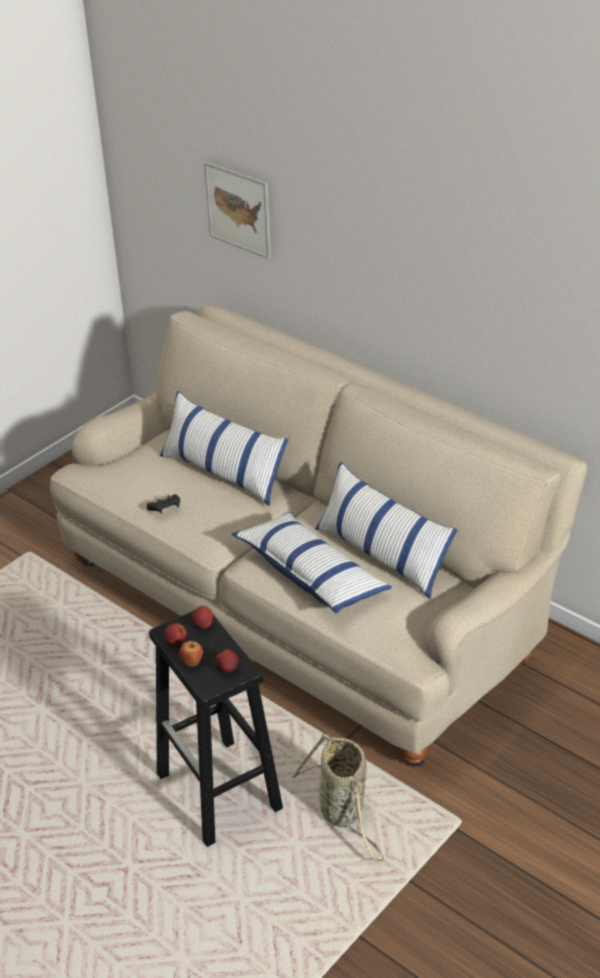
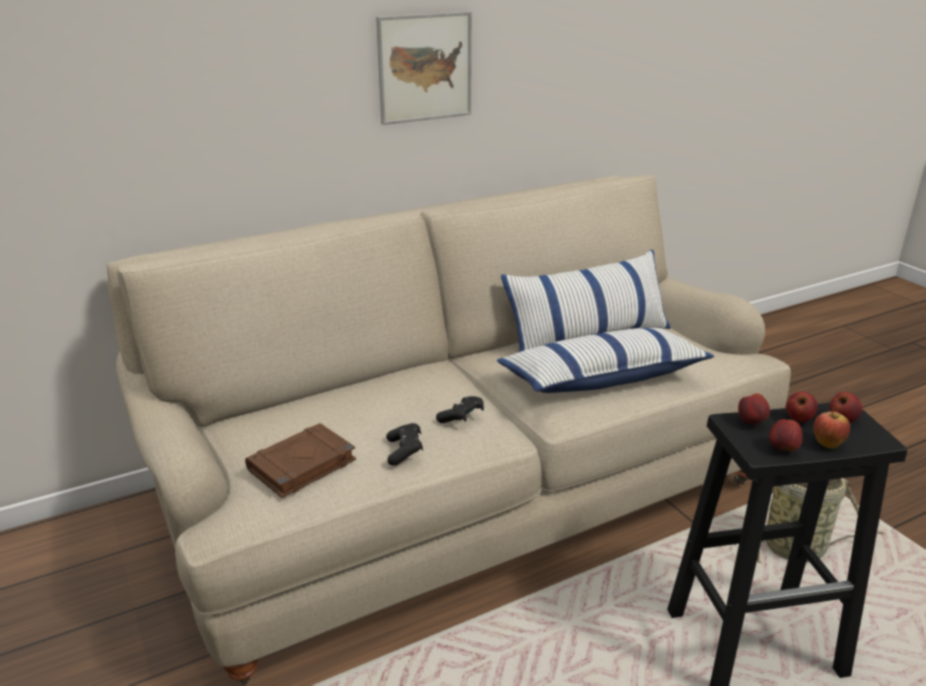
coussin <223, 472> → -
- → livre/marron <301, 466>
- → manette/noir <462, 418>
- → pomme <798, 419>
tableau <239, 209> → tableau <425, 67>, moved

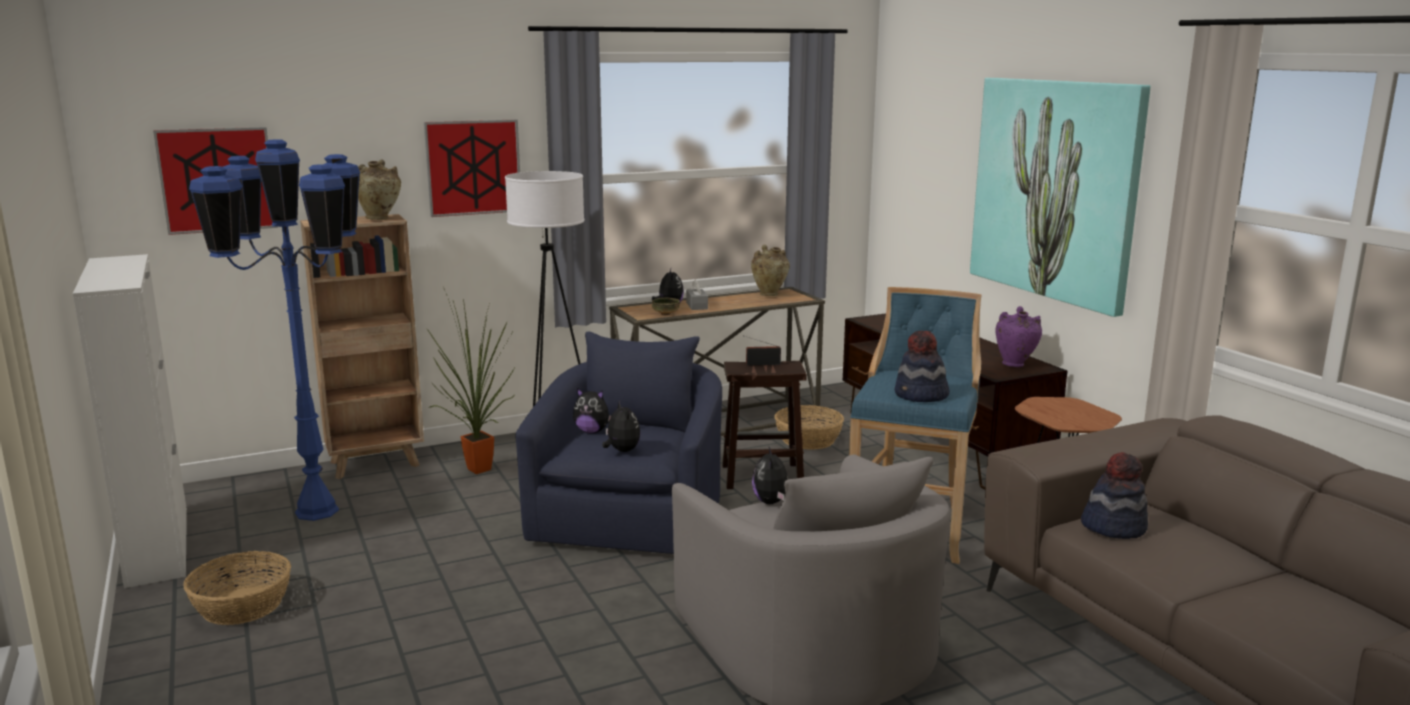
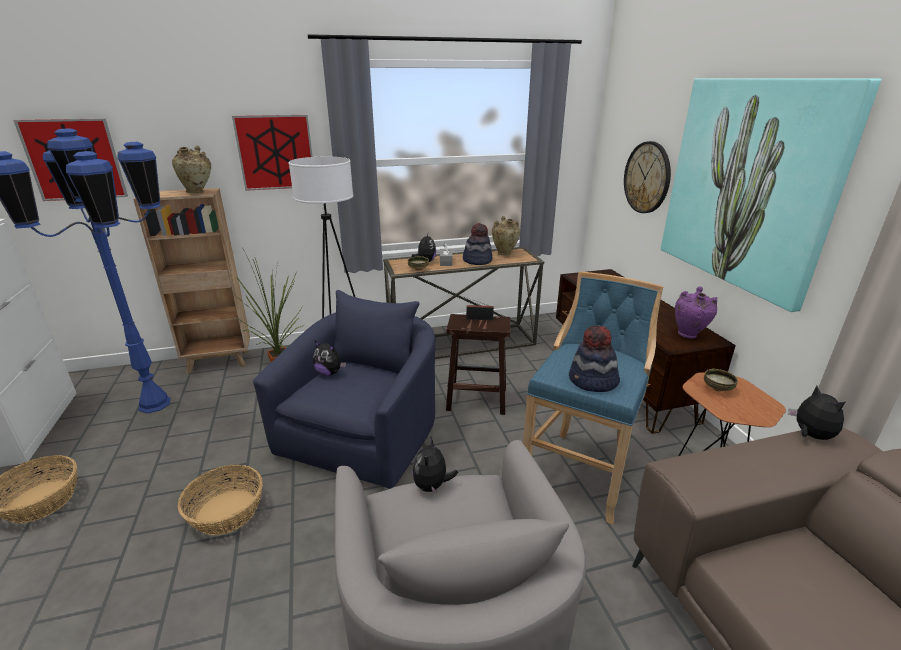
- → horloge murale <647, 177>
- → bol <717, 388>
peluche <621, 451> → peluche <810, 435>, moved
panier <808, 440> → panier <226, 511>, moved
chapeau <1113, 527> → chapeau <477, 260>, moved

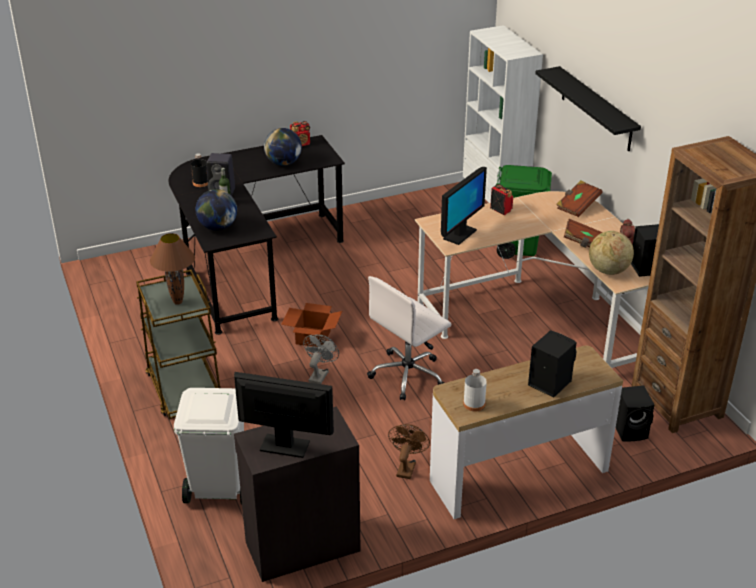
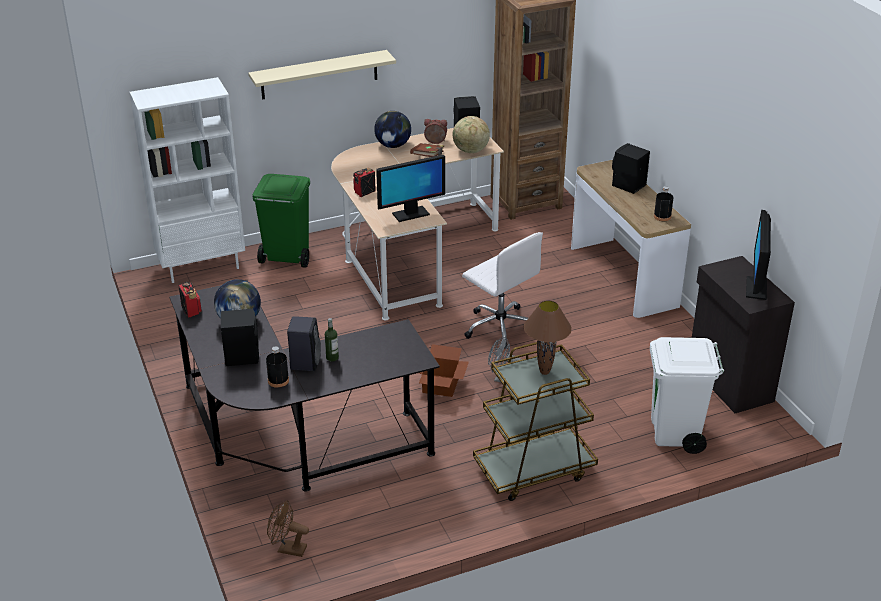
livre/marron <577, 206> → -
globe <218, 227> → globe <393, 145>, moved
ventilateur/marron <406, 467> → ventilateur/marron <287, 549>, moved
enceinte/noir <631, 430> → enceinte/noir <242, 355>, moved
bouteille/blanc <474, 404> → bouteille/noir <662, 216>
étagère/noir <596, 109> → étagère/beige <319, 75>
écran d'ordinateur <459, 235> → écran d'ordinateur <410, 214>, 120 degrees clockwise

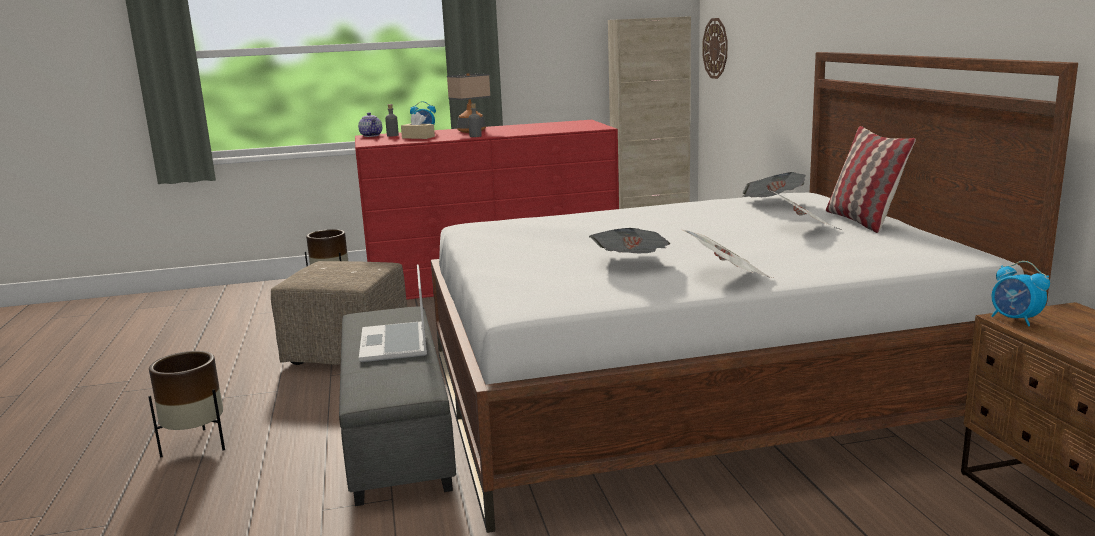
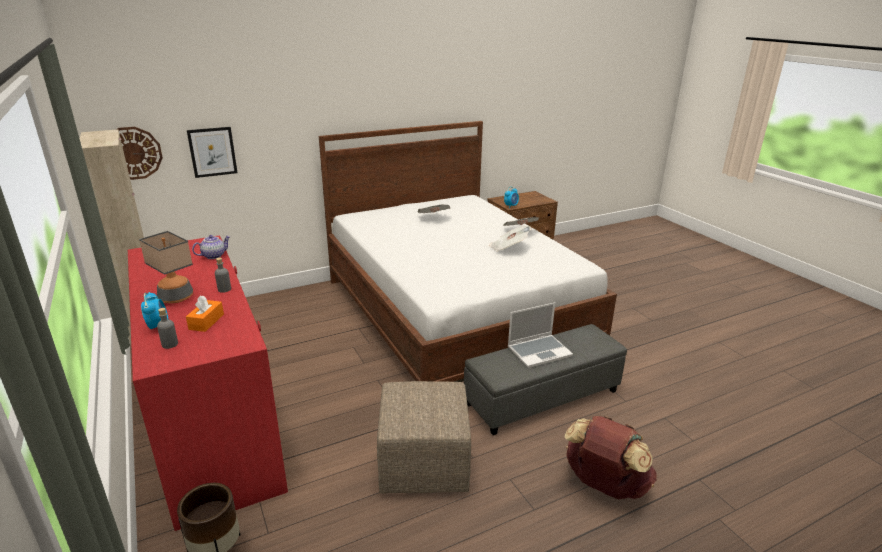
journal <772, 203> → -
coussin <862, 221> → -
- → tableau <212, 152>
théière <372, 135> → théière <214, 255>, moved
cache-pot/marron <197, 445> → sac à dos/marron <604, 485>
boîte à mouchoirs/beige <418, 137> → boîte à mouchoirs/orange <206, 322>

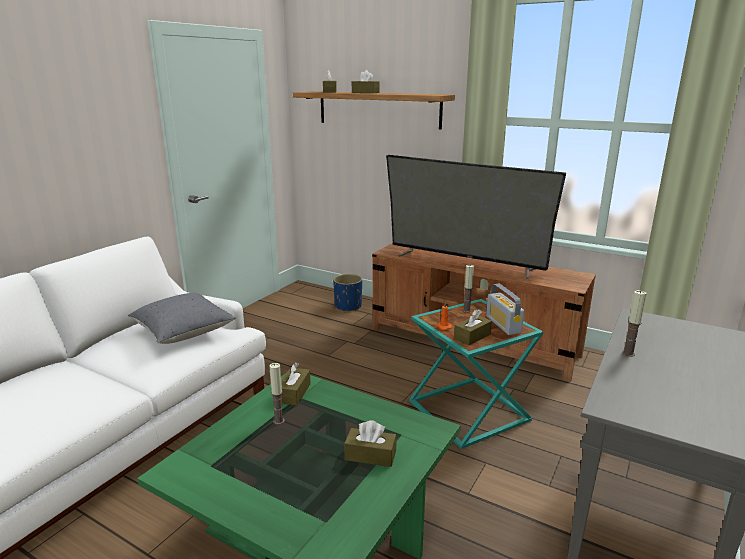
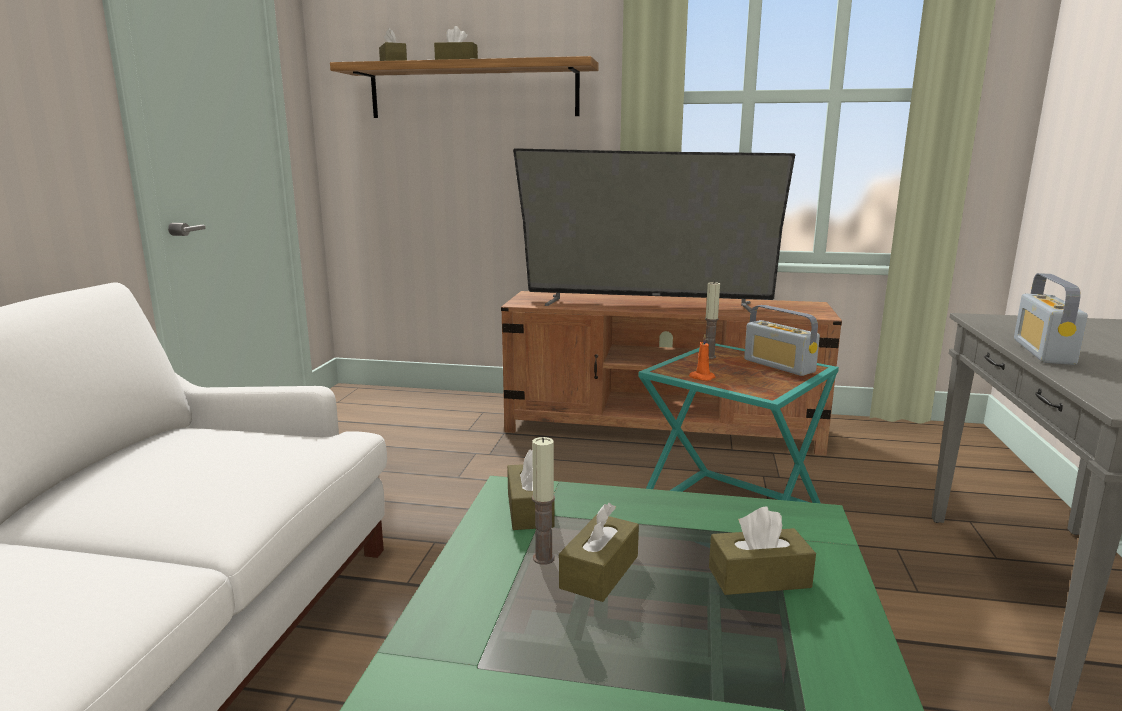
coussin/gris <184, 332> → -
cache-pot/bleu <348, 306> → -
boîte à mouchoirs/marron <472, 336> → boîte à mouchoirs/marron <599, 572>, moved
bougie <628, 353> → radio <1043, 352>

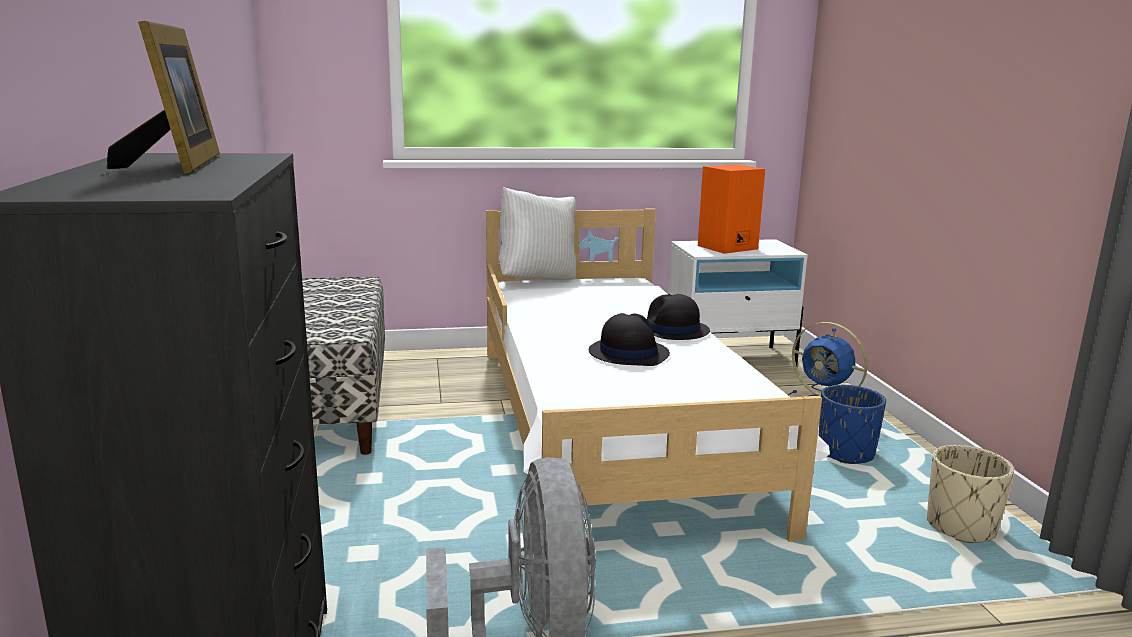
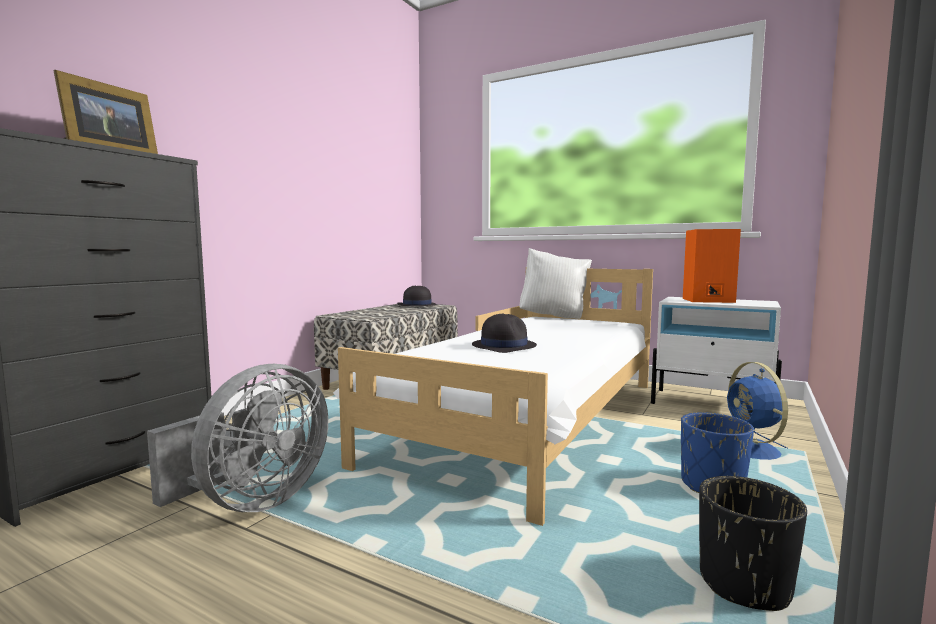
chapeau/noir <672, 330> → chapeau/noir <416, 305>, moved
cache-pot/beige <961, 528> → cache-pot/noir <745, 585>

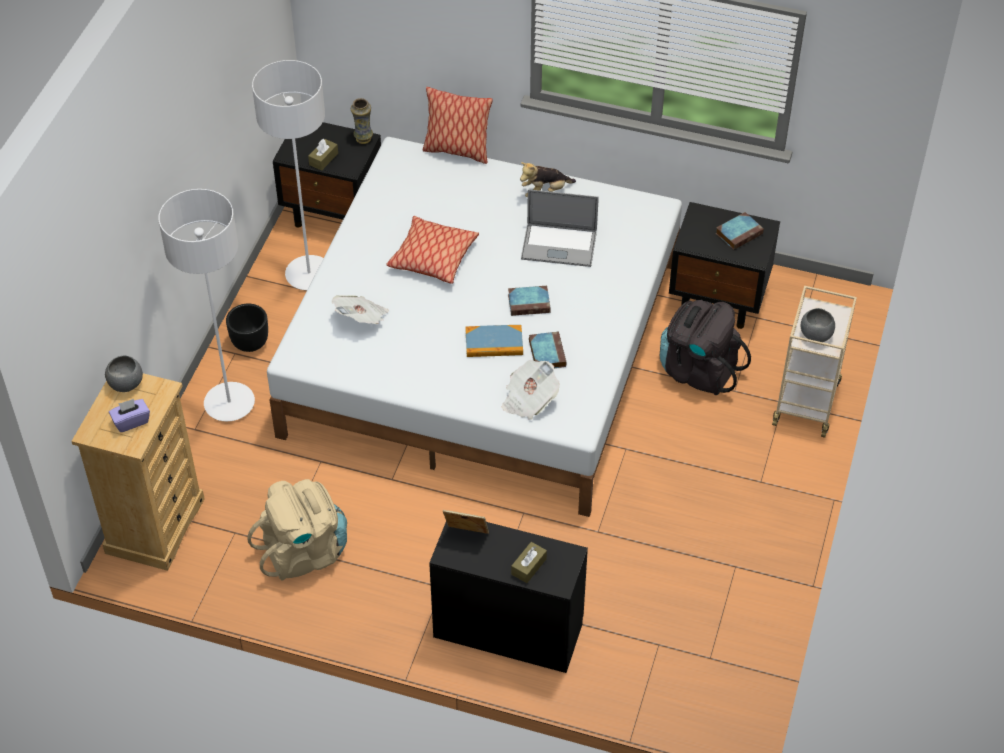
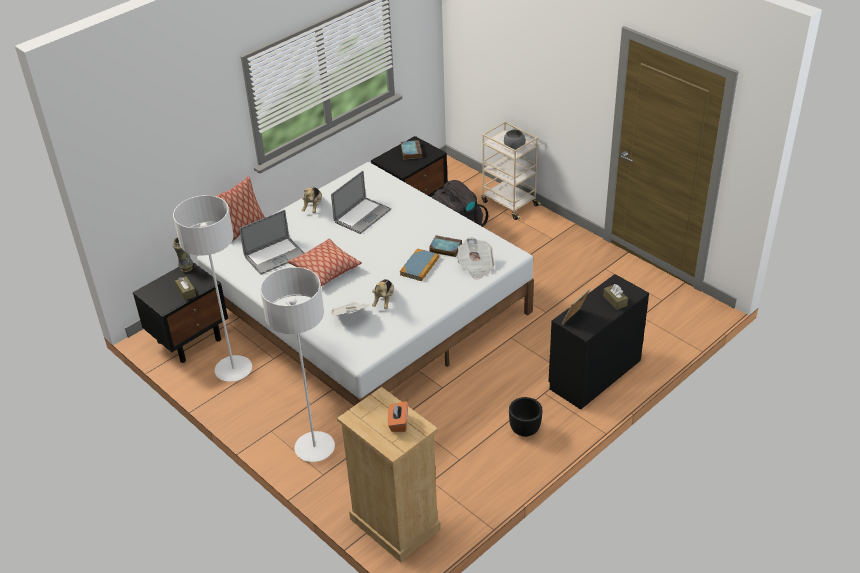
bol/gris <126, 384> → -
sac à dos/beige <304, 552> → -
livre <530, 303> → -
- → ordinateur portable <274, 256>
- → peluche <384, 300>
cache-pot/noir <250, 343> → cache-pot/noir <525, 430>, moved
boîte à mouchoirs/violet <131, 421> → boîte à mouchoirs/orange <398, 423>

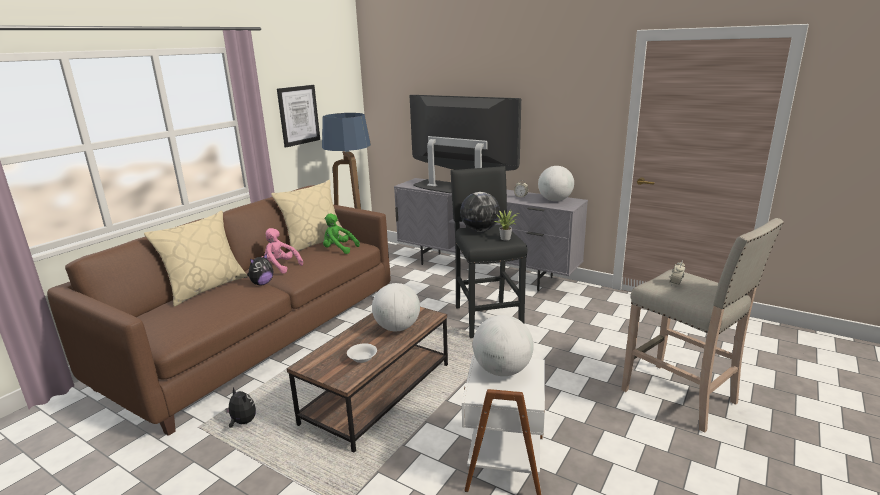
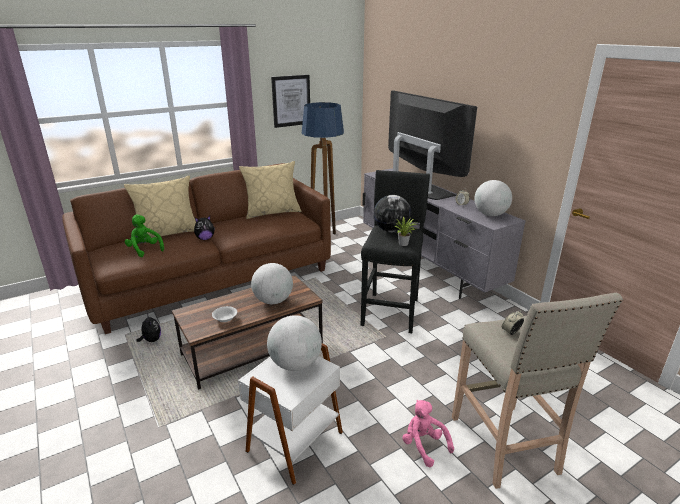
peluche/rose <280, 267> → peluche/rose <424, 445>, moved
peluche/vert <338, 249> → peluche/vert <145, 250>, moved

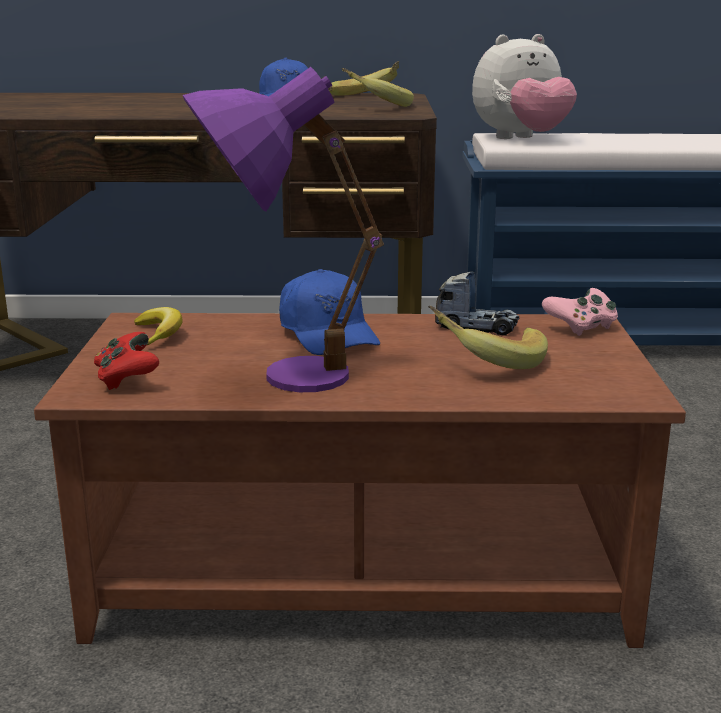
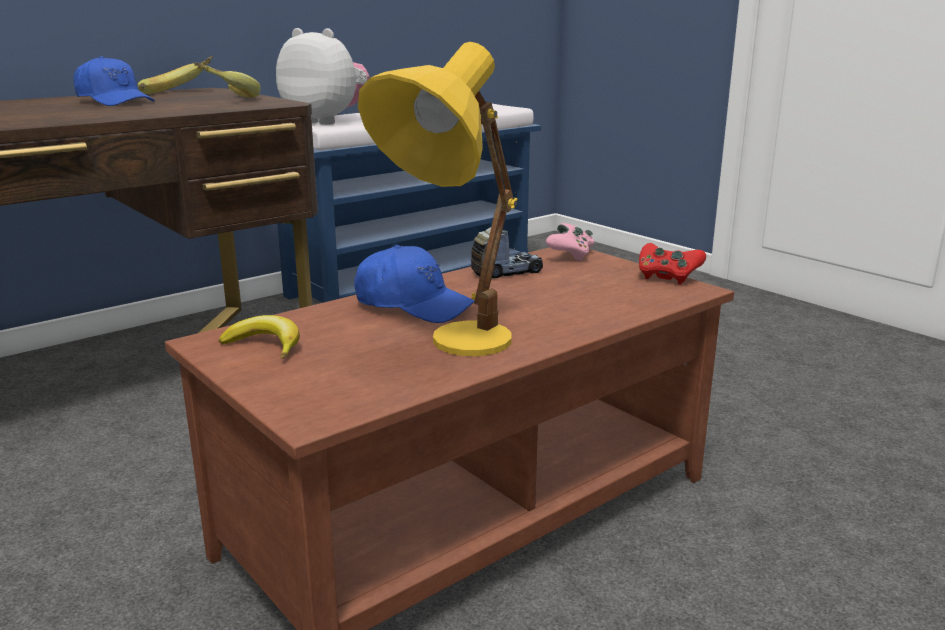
banane <487, 361> → -
manette/rouge <127, 379> → manette/rouge <667, 277>, moved
lampe de table/violet <275, 377> → lampe de table/jaune <449, 348>
peluche <521, 139> → peluche <326, 121>, 90 degrees counterclockwise

